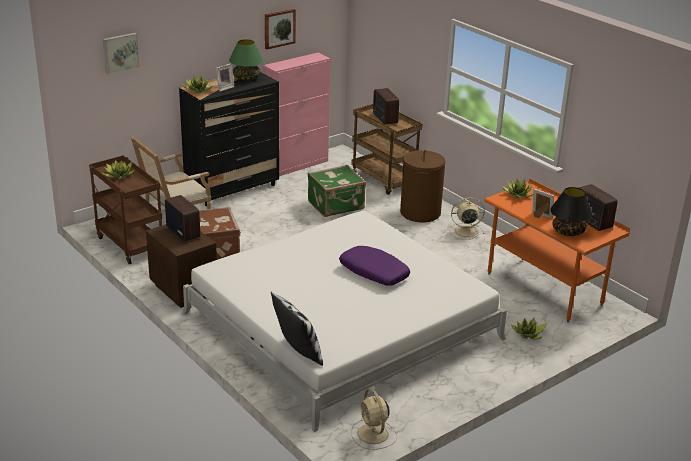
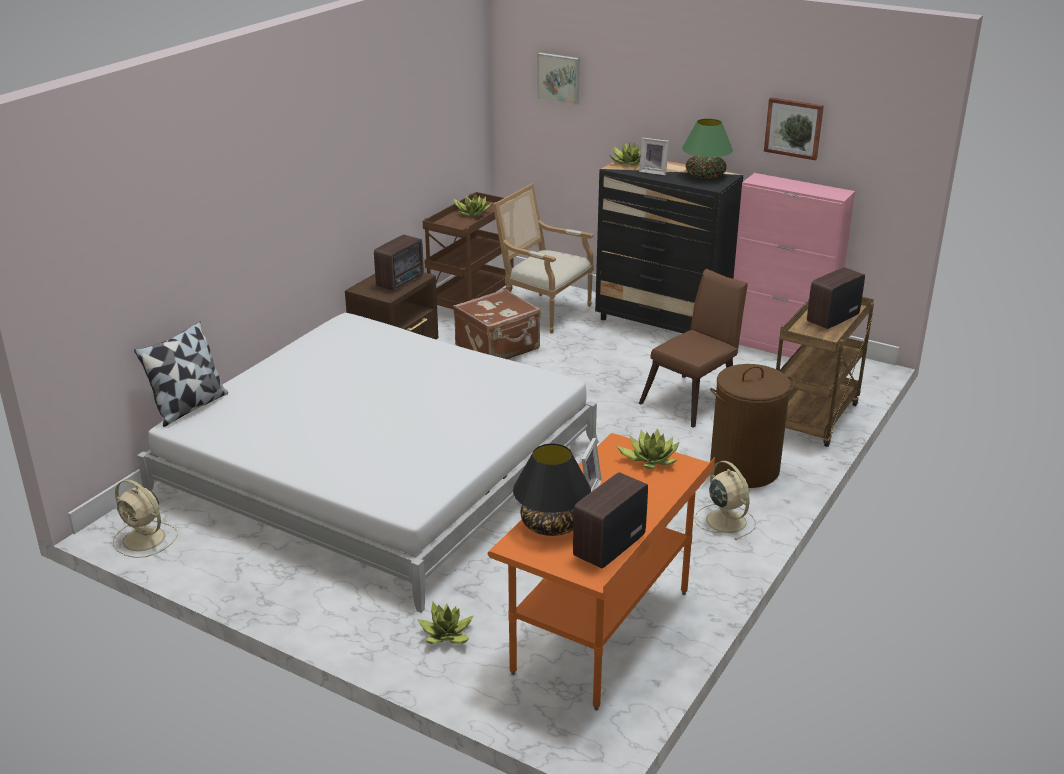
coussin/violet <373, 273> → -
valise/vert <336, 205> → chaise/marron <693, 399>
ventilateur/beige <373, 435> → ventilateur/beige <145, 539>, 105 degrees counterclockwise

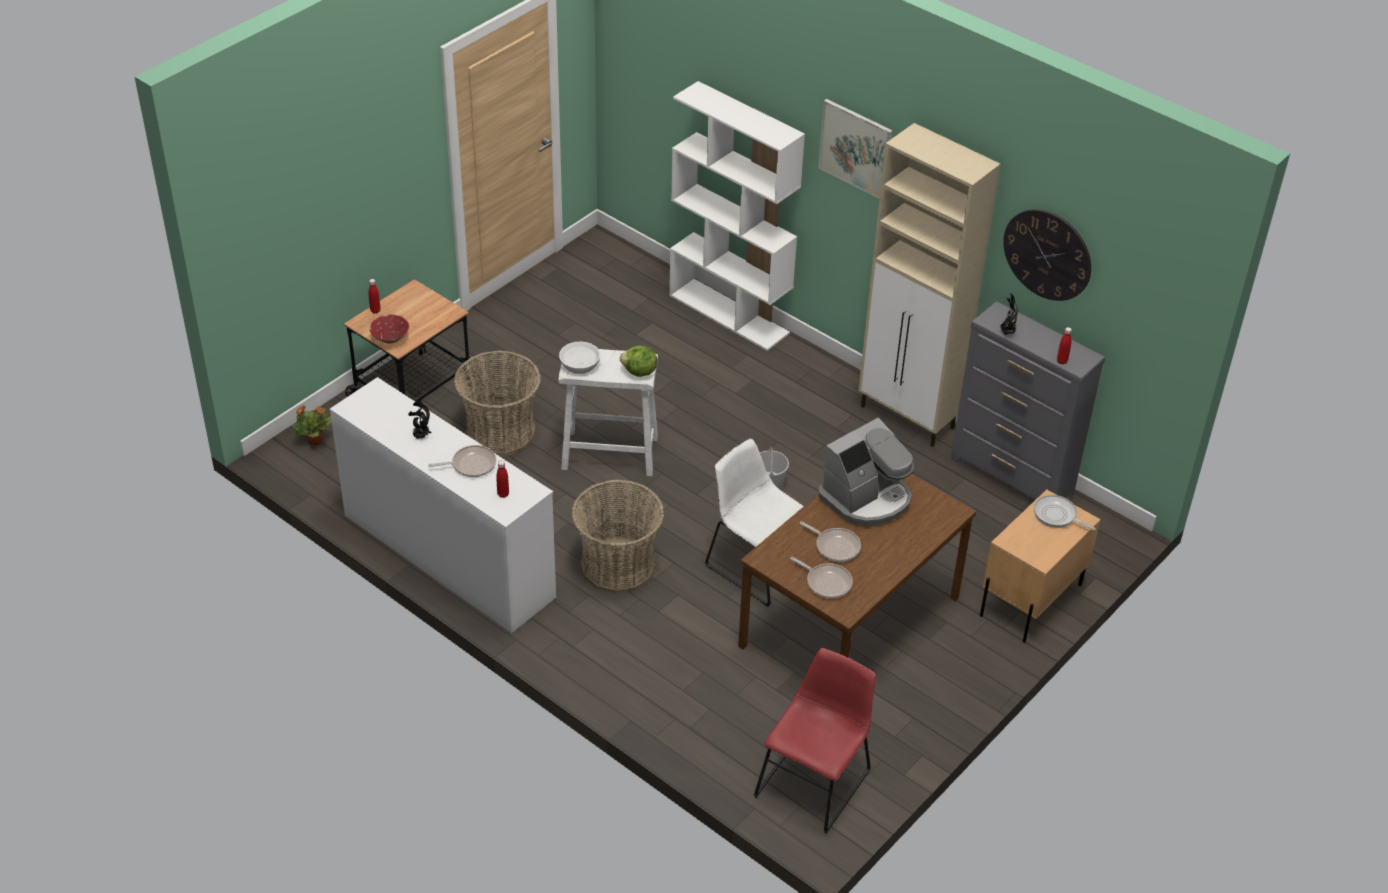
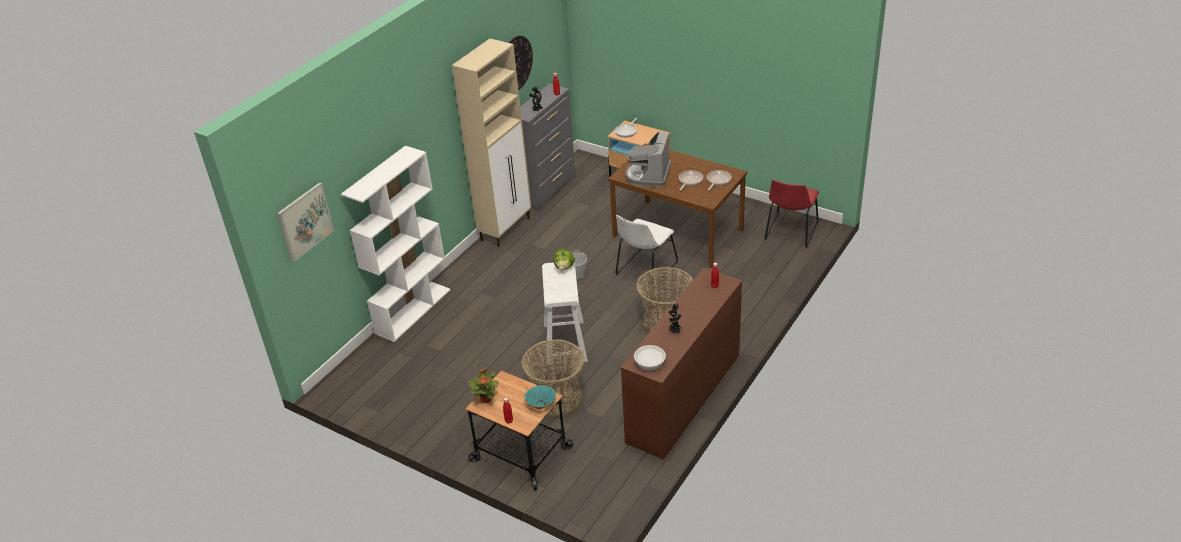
poêle <471, 465> → -
plante en pot <316, 441> → plante en pot <486, 399>, moved
bol/blanc <579, 364> → bol/blanc <650, 363>, moved
tableau <856, 148> → tableau <305, 221>, moved
commode/blanc <448, 556> → commode/marron <683, 398>
bol/rouge <390, 338> → bol/turquoise <541, 404>
chaise/rouge <815, 780> → chaise/rouge <790, 232>, 90 degrees counterclockwise
machine à café <867, 498> → machine à café <648, 175>, 120 degrees counterclockwise

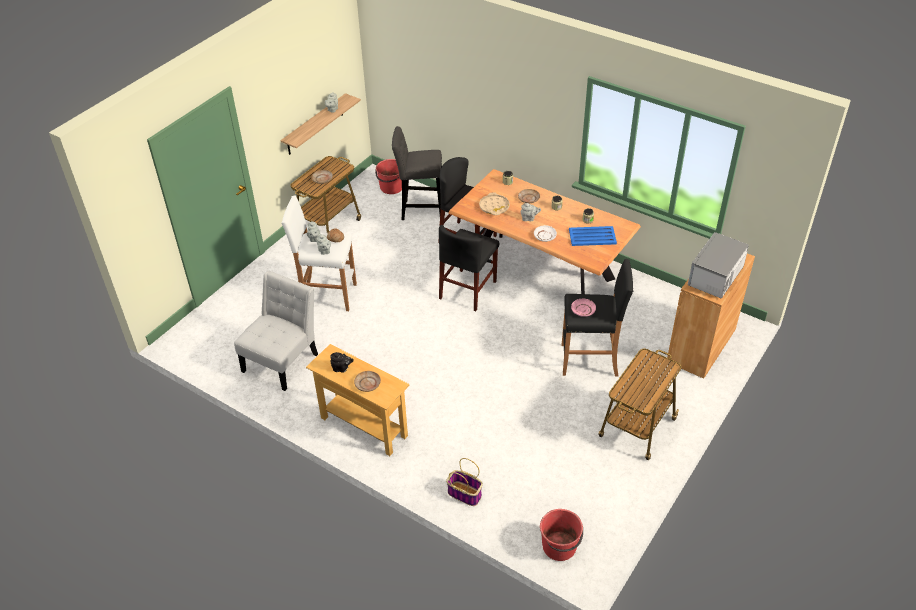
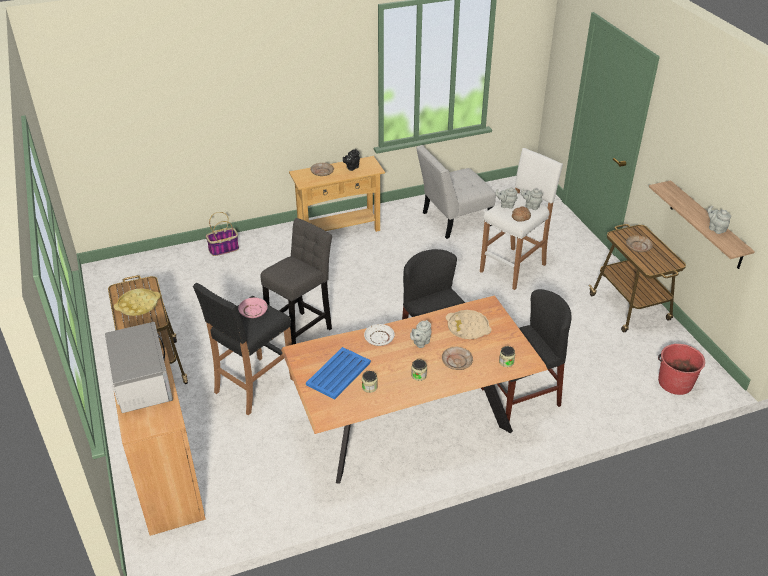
seau/rouge <560, 546> → -
- → plateau/jaune <138, 305>
tabouret/gris <420, 210> → tabouret/gris <301, 331>, moved
chaise/blanc <283, 360> → chaise/blanc <453, 220>, 90 degrees clockwise

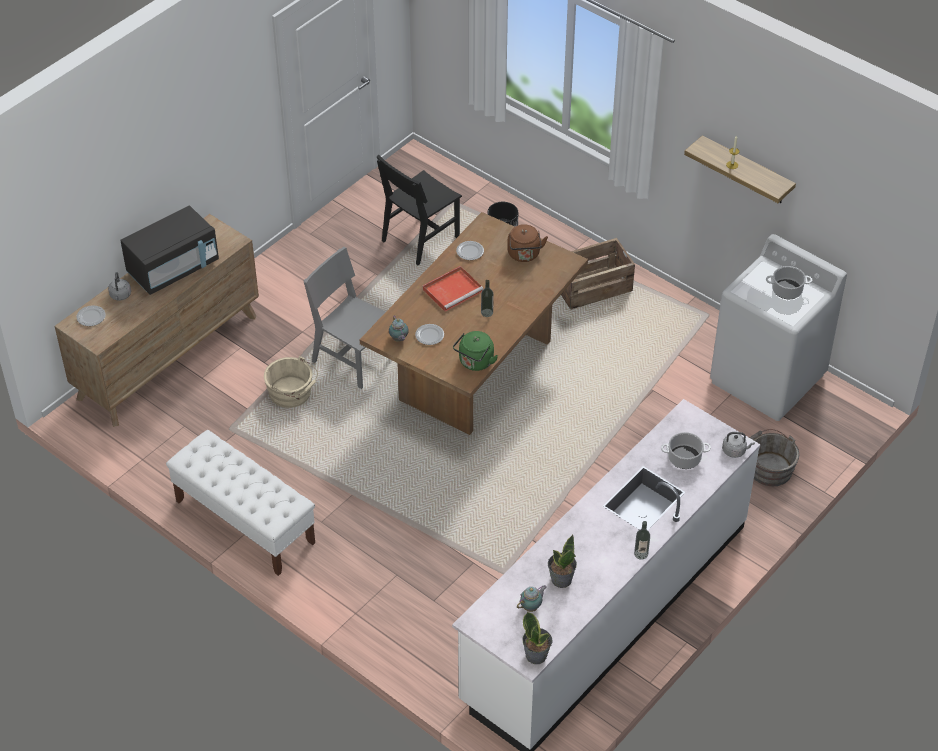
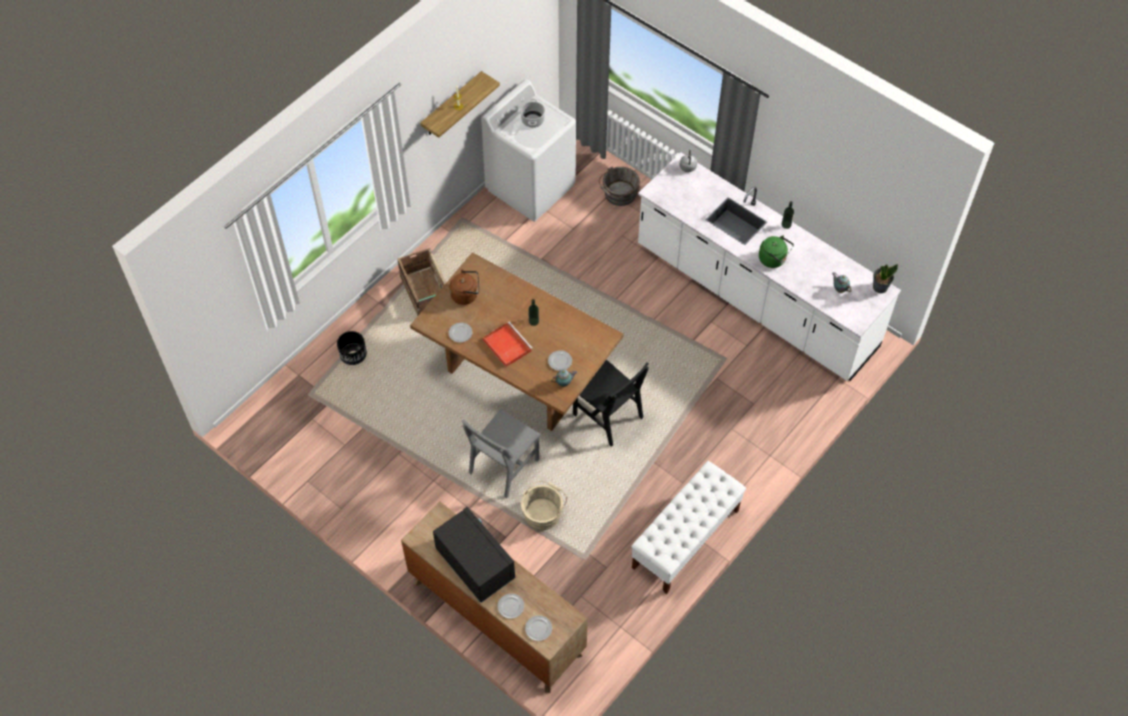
plante en pot <561, 579> → -
marmite <684, 458> → -
chaise/noir <420, 238> → chaise/noir <608, 416>, moved
bouilloire/vert <475, 363> → bouilloire/vert <773, 259>, moved
bouilloire/gris <120, 296> → assiette <511, 606>

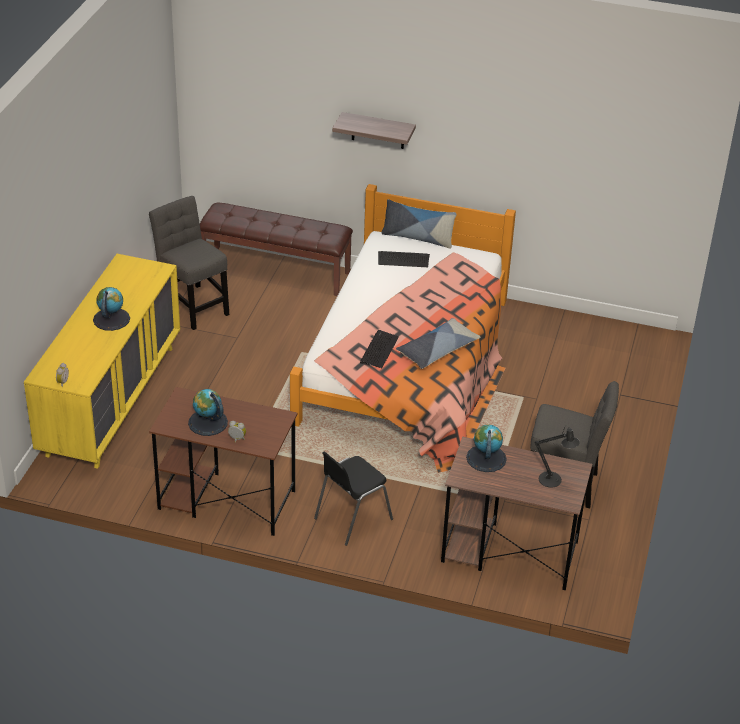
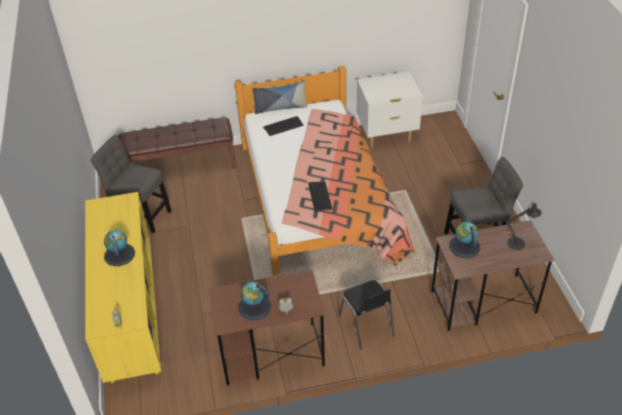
étagère <378, 131> → -
coussin <437, 350> → -
- → table de chevet/blanc <386, 136>
chaise/noir <352, 518> → chaise/noir <366, 326>, 45 degrees counterclockwise

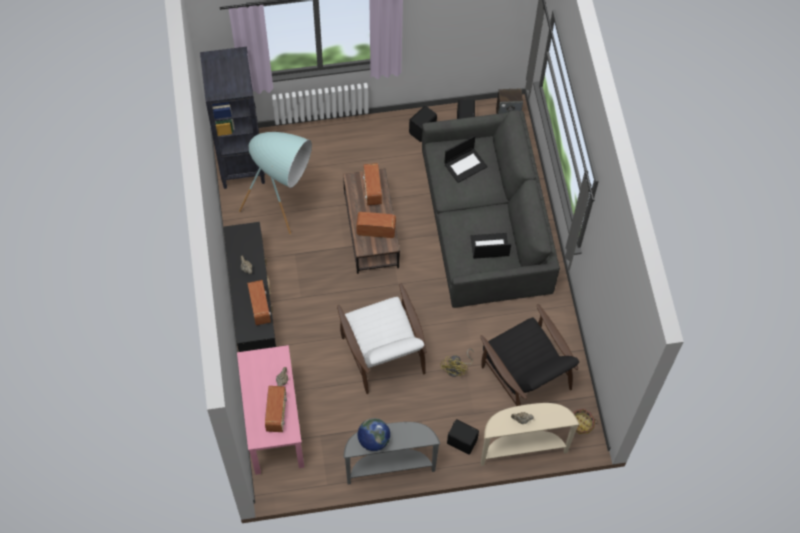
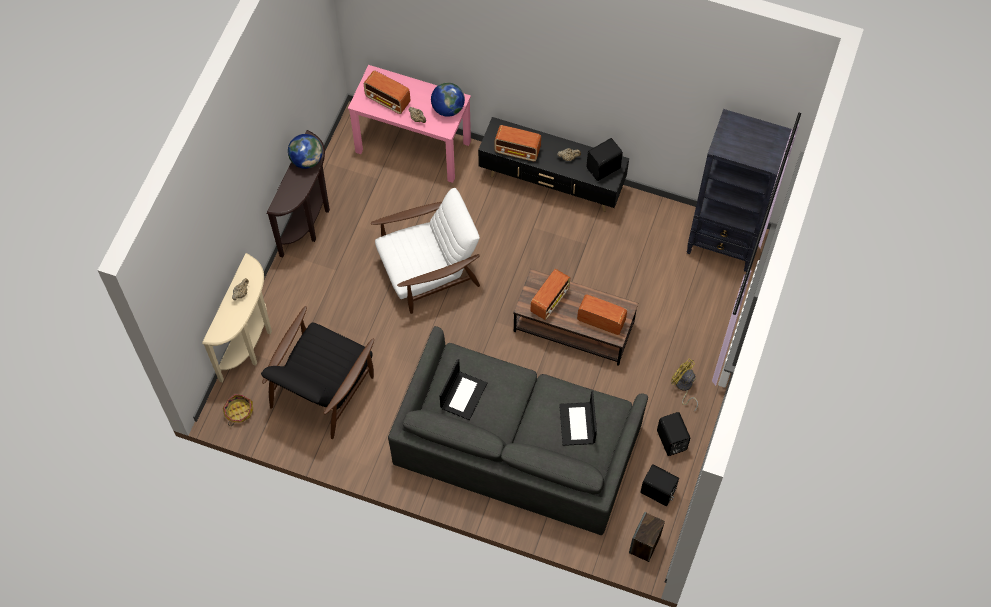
lampadaire/turquoise <284, 213> → -
- → globe <448, 108>
ventilateur/jaune <457, 368> → ventilateur/jaune <684, 387>, moved
enceinte/noir <461, 441> → enceinte/noir <604, 168>, moved
table console/gris <389, 466> → table console/marron <309, 221>
fauteuil/blanc <383, 352> → fauteuil/blanc <428, 271>, 150 degrees clockwise
fauteuil/noir <525, 374> → fauteuil/noir <322, 388>, 60 degrees counterclockwise

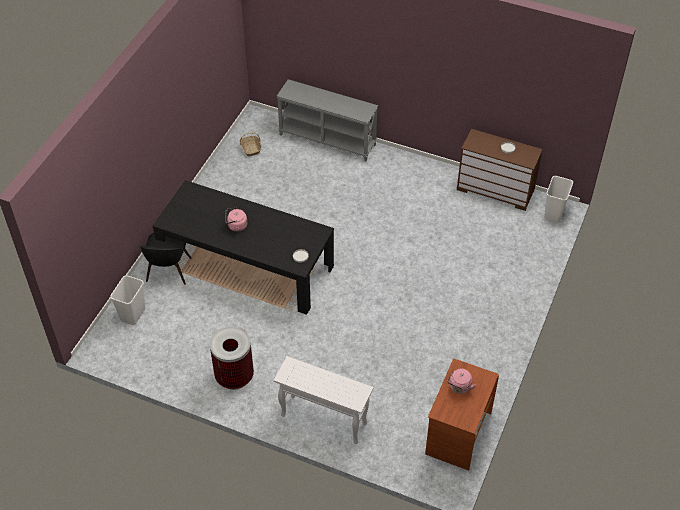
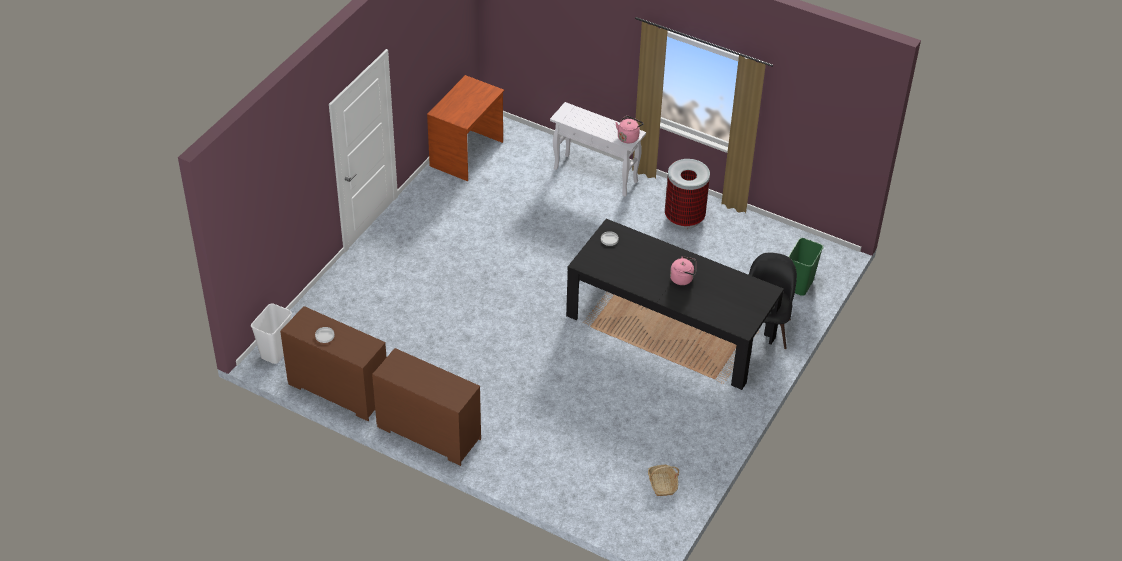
table console/gris <328, 139> → -
- → commode/marron <428, 433>
bouilloire/rose <459, 387> → bouilloire/rose <628, 137>, moved
poubelle/blanc <132, 314> → poubelle/vert <800, 285>

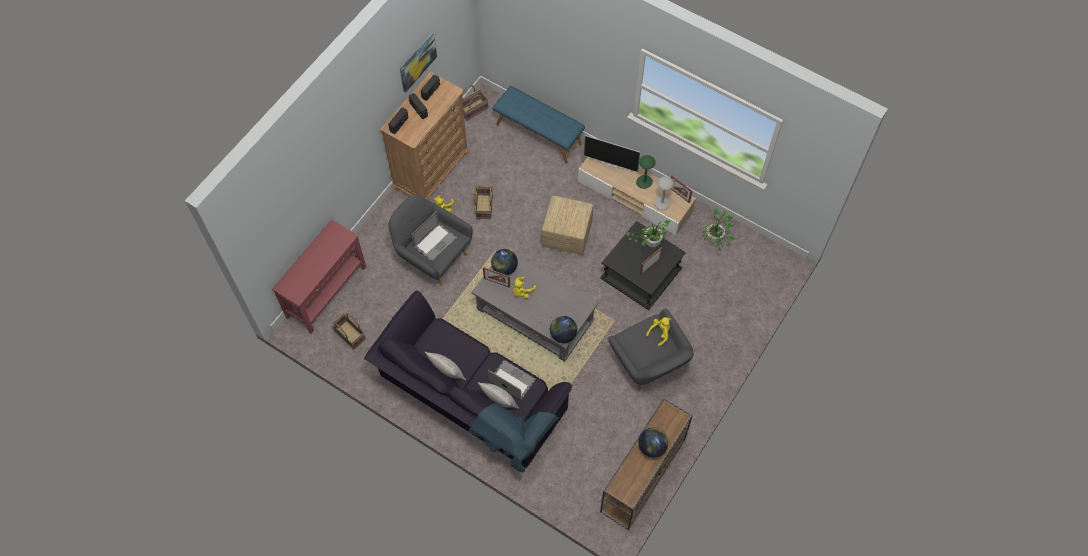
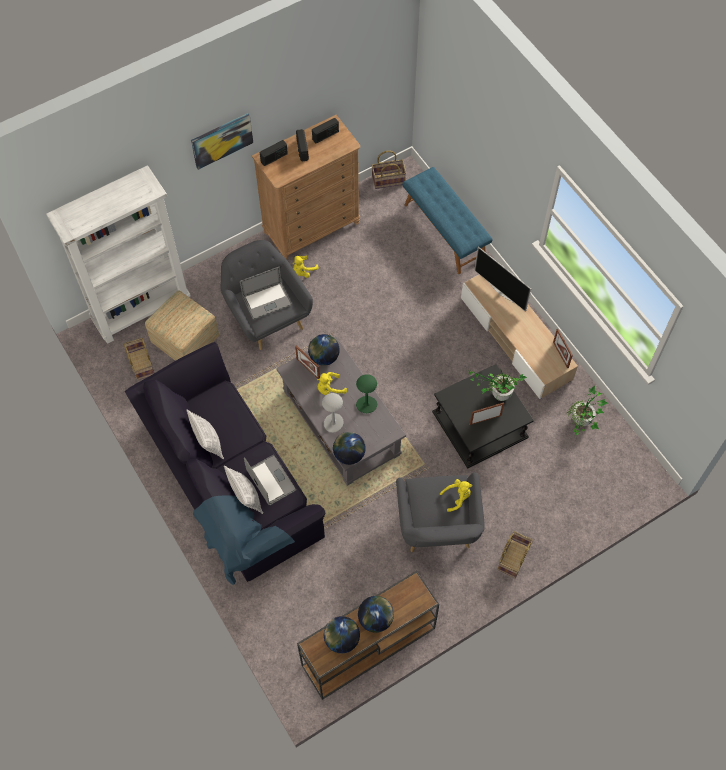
- → globe <341, 639>
tableau <417, 62> → tableau <222, 140>, moved
panier <483, 207> → panier <513, 558>, moved
pouf <567, 234> → pouf <186, 340>, moved
lampe de table/vert <644, 182> → lampe de table/vert <366, 405>, moved
lampe de table/gris <662, 203> → lampe de table/gris <333, 423>, moved
table console/rouge <327, 291> → bibliothèque/blanc <142, 310>

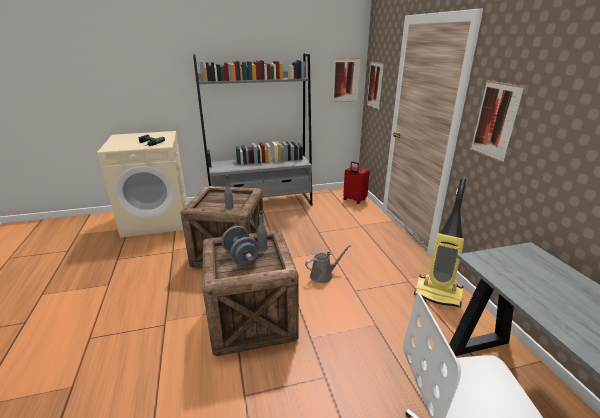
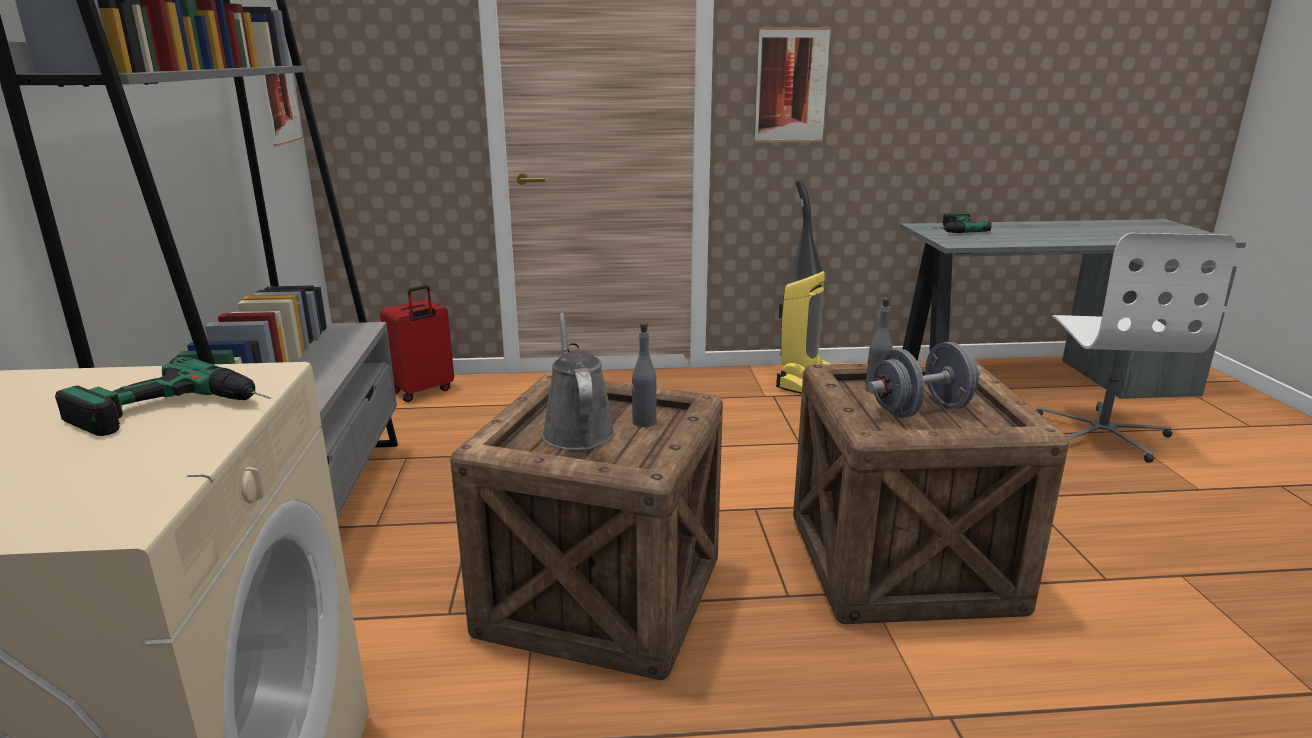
tableau <375, 85> → -
- → perceuse <951, 229>
arrosoir/gris <323, 275> → arrosoir/gris <577, 430>, moved

